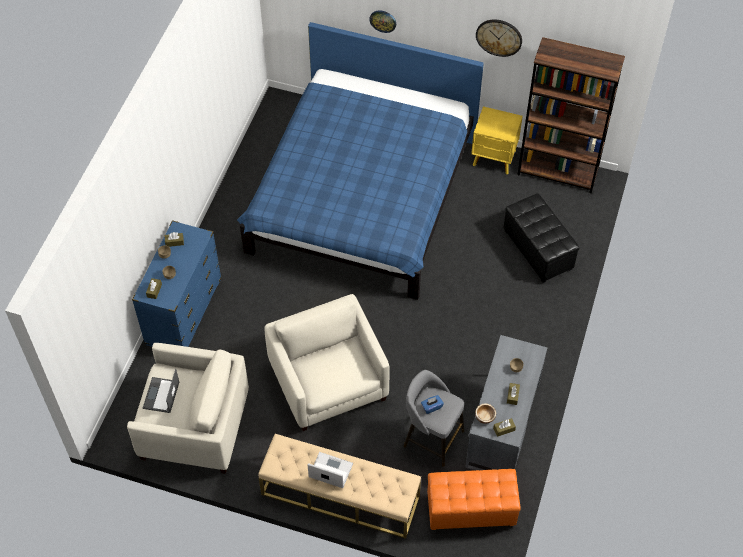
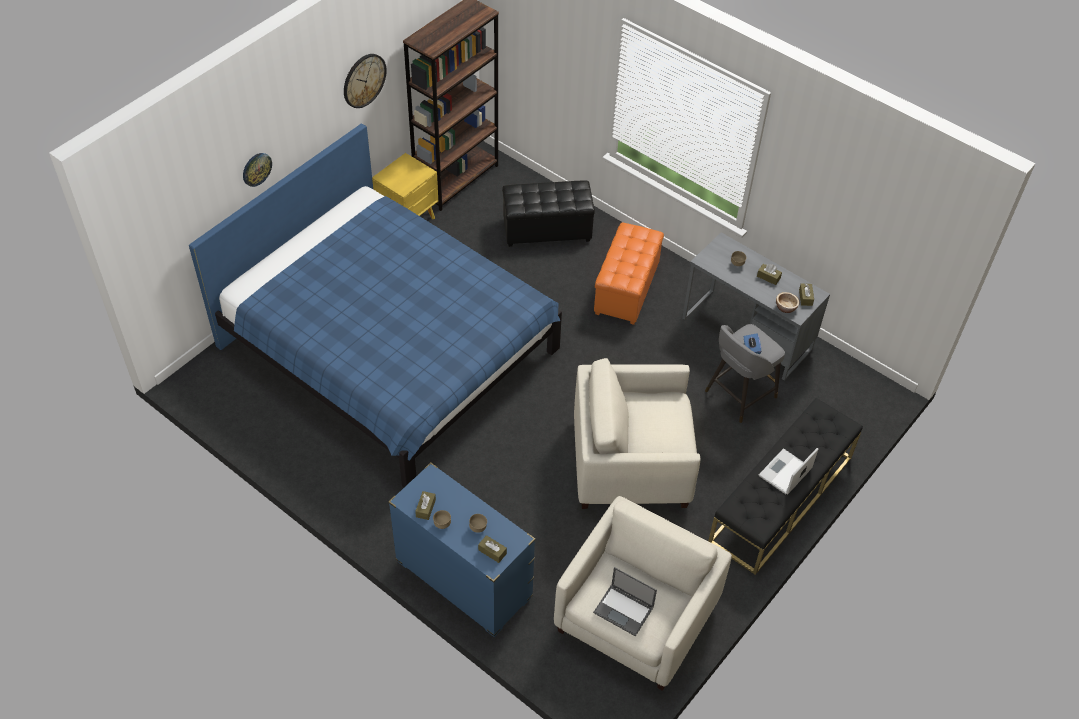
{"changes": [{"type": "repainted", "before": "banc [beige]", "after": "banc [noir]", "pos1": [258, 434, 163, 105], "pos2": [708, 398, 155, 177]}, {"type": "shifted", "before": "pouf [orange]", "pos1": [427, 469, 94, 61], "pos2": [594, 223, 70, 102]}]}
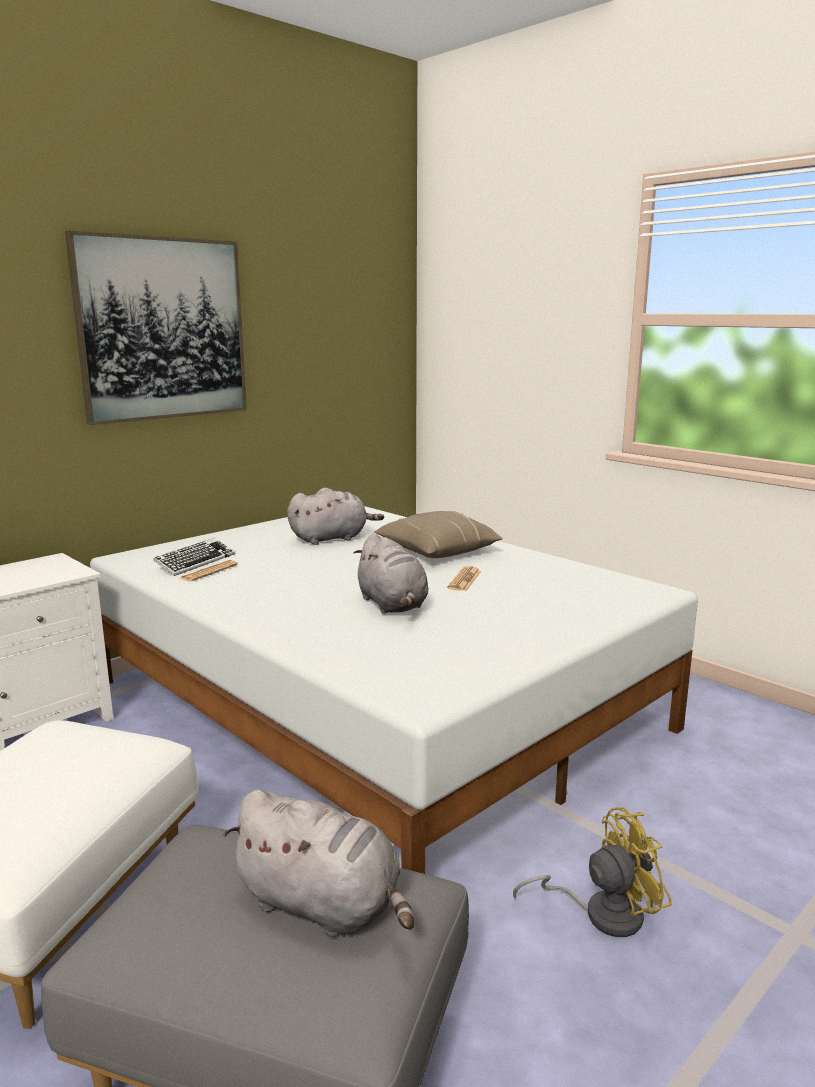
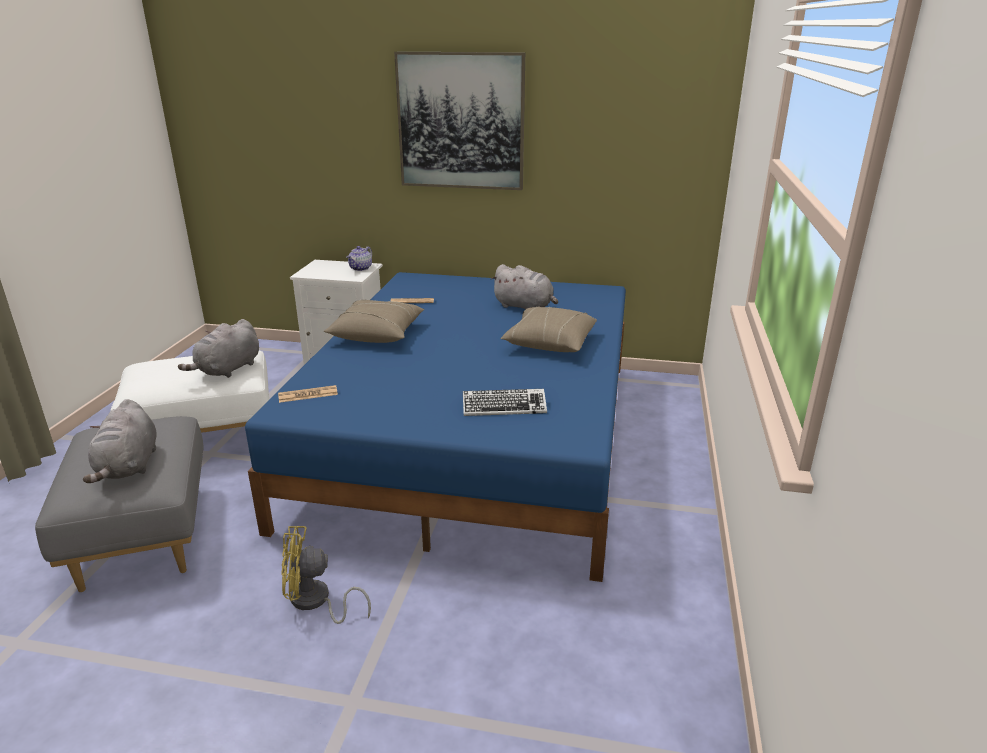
{"changes": [{"type": "repainted", "before": "lit [blanc]", "after": "lit [bleu]", "pos1": [90, 506, 608, 368], "pos2": [245, 272, 381, 310]}, {"type": "shifted", "before": "peluche [gris]", "pos1": [354, 533, 74, 81], "pos2": [178, 319, 81, 59]}, {"type": "shifted", "before": "clavier", "pos1": [153, 538, 82, 38], "pos2": [463, 389, 84, 27]}, {"type": "shifted", "before": "journal", "pos1": [447, 566, 34, 25], "pos2": [278, 385, 60, 18]}, {"type": "rotated", "before": "ventilateur [jaune]", "pos1": [513, 807, 159, 130], "pos2": [281, 526, 90, 98], "turn": 135}, {"type": "new", "after": "théière", "pos2": [346, 246, 26, 25]}, {"type": "new", "after": "coussin [beige]", "pos2": [324, 300, 100, 43]}]}
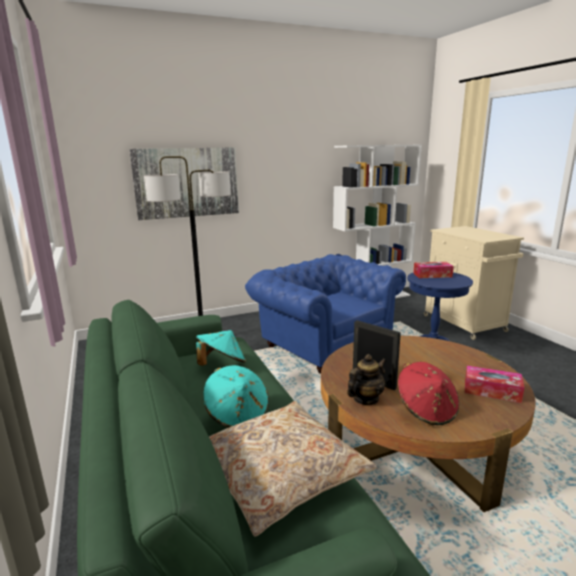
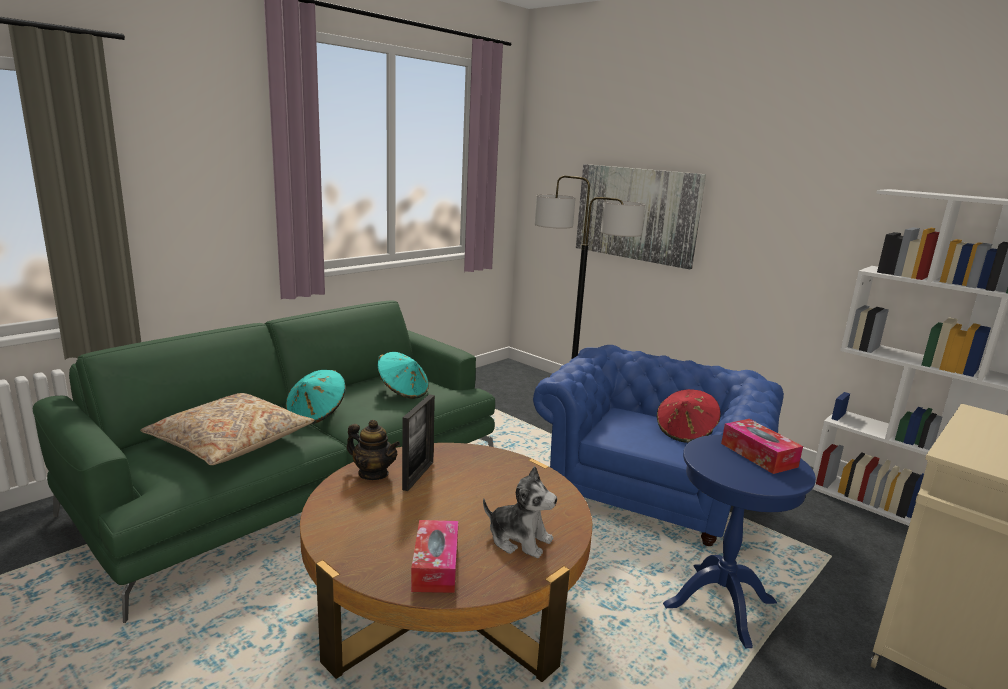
{"changes": [{"type": "shifted", "before": "chapeau [rouge]", "pos1": [398, 362, 61, 63], "pos2": [657, 389, 64, 54]}, {"type": "new", "after": "peluche", "pos2": [483, 466, 74, 92]}]}
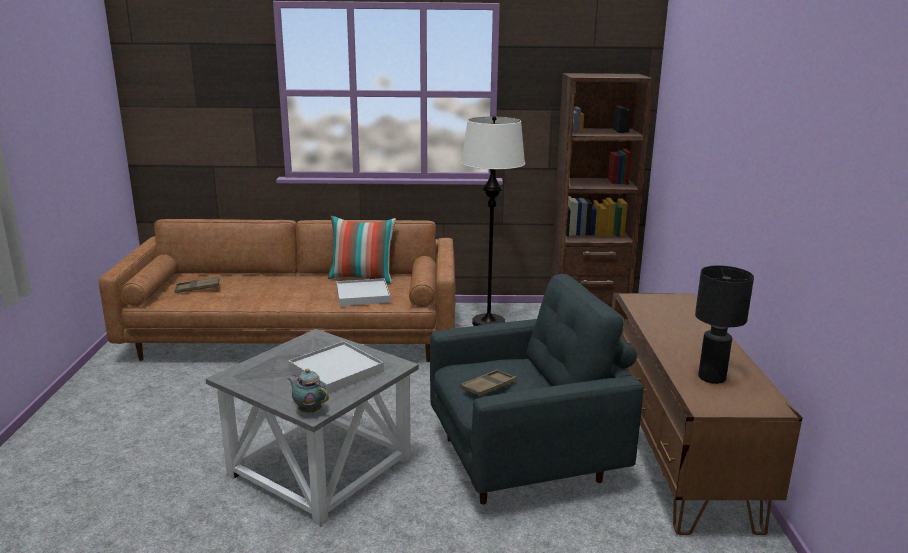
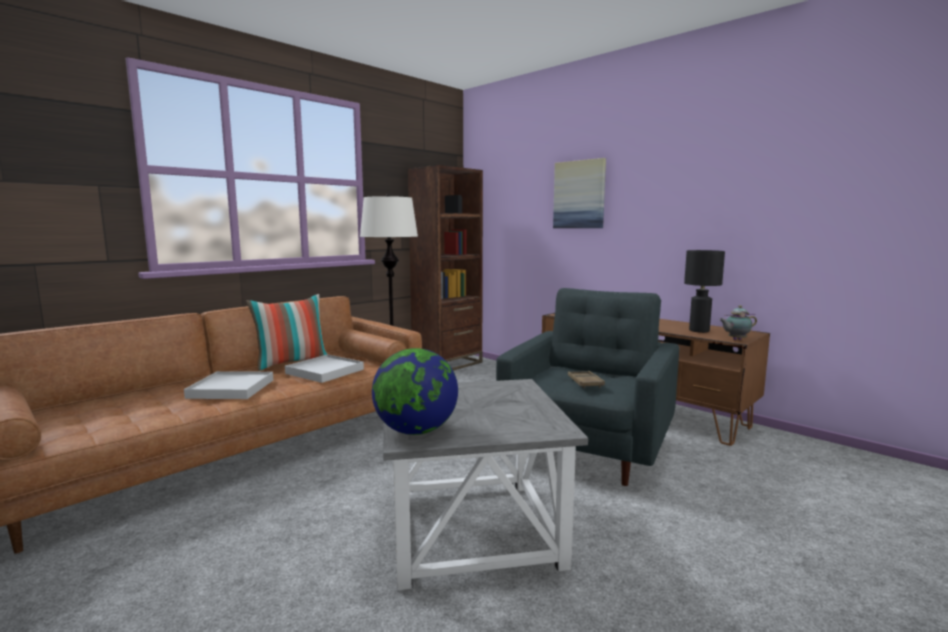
{"changes": [{"type": "gone", "before": "plateau [marron]", "pos1": [174, 277, 46, 16]}, {"type": "shifted", "before": "plateau [blanc]", "pos1": [288, 341, 96, 53], "pos2": [184, 371, 89, 28]}, {"type": "shifted", "before": "théière", "pos1": [288, 369, 41, 44], "pos2": [719, 305, 38, 35]}, {"type": "new", "after": "tableau", "pos2": [553, 158, 53, 70]}, {"type": "new", "after": "globe", "pos2": [372, 348, 86, 87]}]}
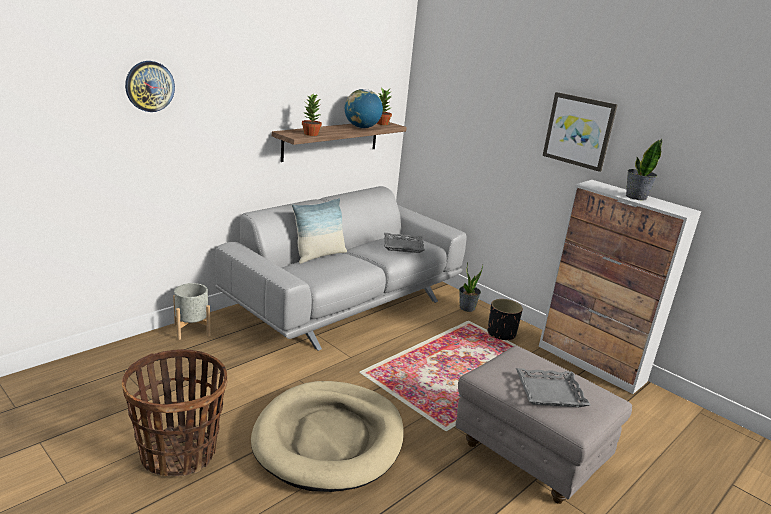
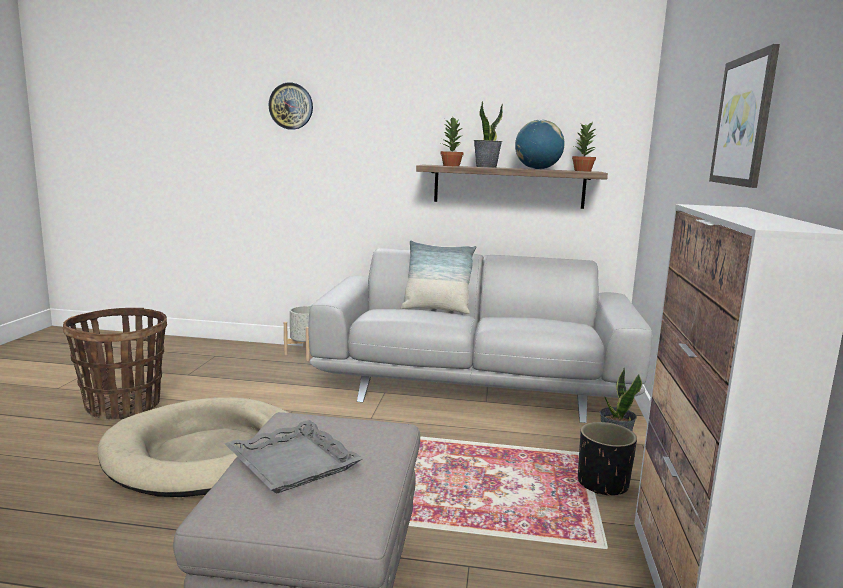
{"changes": [{"type": "shifted", "before": "plante en pot", "pos1": [626, 139, 36, 61], "pos2": [474, 101, 29, 67]}, {"type": "gone", "before": "plateau [gris]", "pos1": [384, 233, 41, 20]}]}
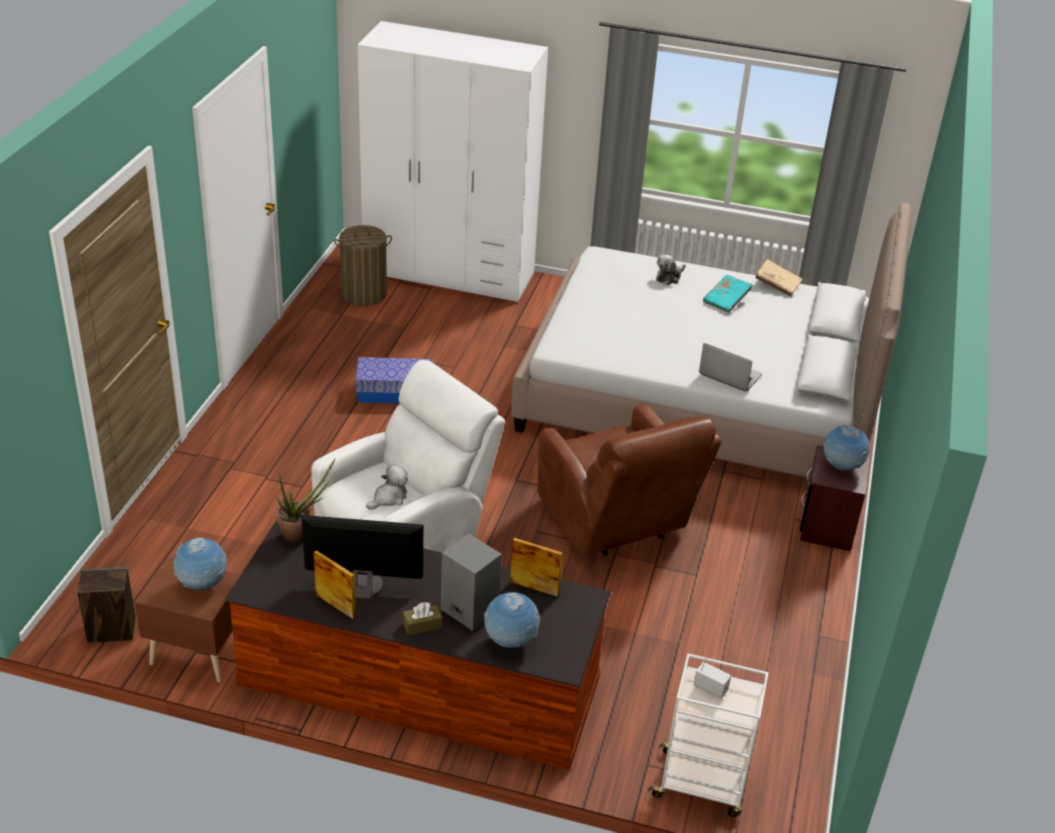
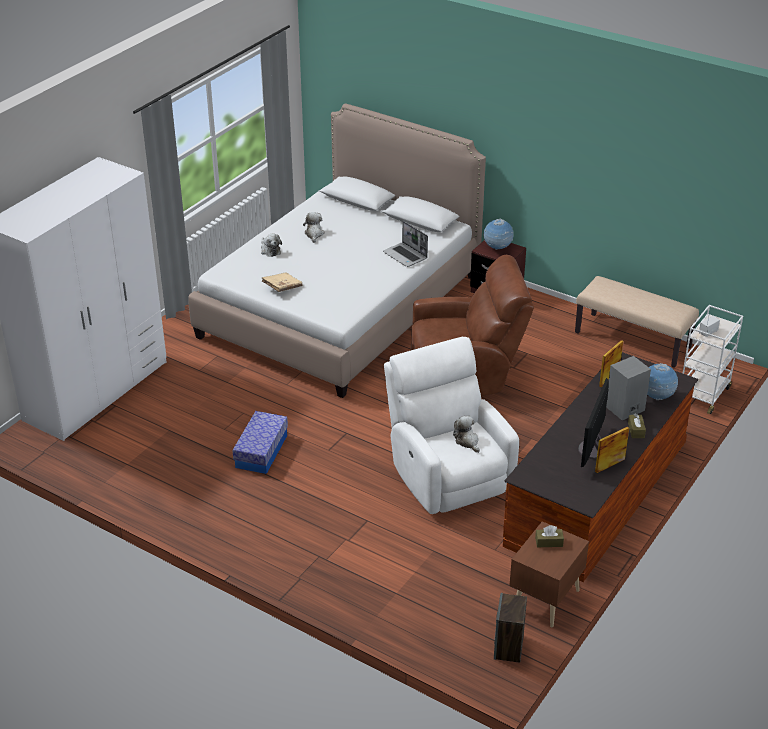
{"changes": [{"type": "gone", "before": "panier à linge", "pos1": [334, 225, 58, 81]}, {"type": "shifted", "before": "livre [beige]", "pos1": [755, 259, 47, 37], "pos2": [261, 272, 42, 20]}, {"type": "swapped", "before": "livre [turquoise]", "after": "peluche", "pos1": [703, 275, 50, 38], "pos2": [303, 212, 22, 31]}, {"type": "rotated", "before": "ordinateur portable", "pos1": [699, 343, 63, 48], "pos2": [383, 221, 45, 46], "turn": -90}, {"type": "gone", "before": "plante en pot", "pos1": [276, 459, 59, 85]}, {"type": "swapped", "before": "globe", "after": "boîte à mouchoirs [marron]", "pos1": [174, 538, 53, 52], "pos2": [535, 525, 29, 22]}, {"type": "new", "after": "banc [beige]", "pos2": [575, 276, 124, 92]}]}
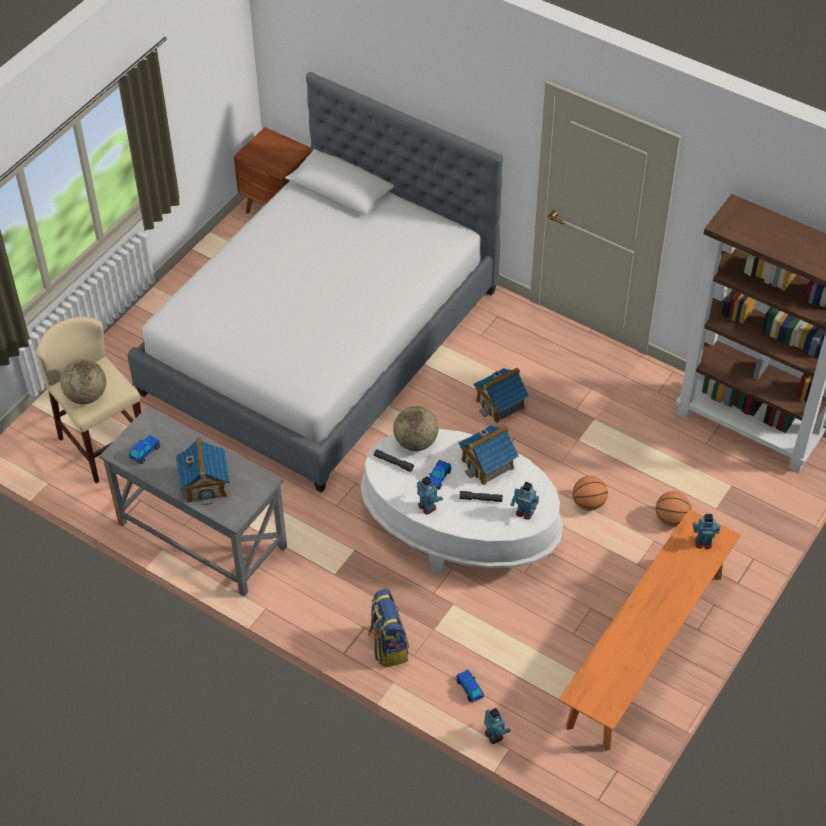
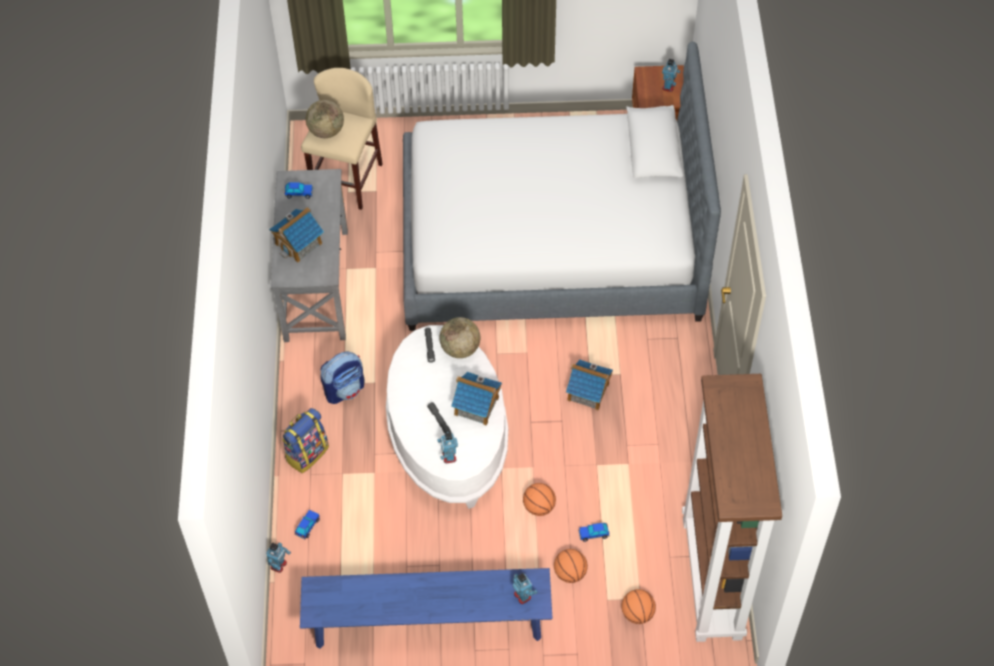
{"changes": [{"type": "shifted", "before": "petite voiture", "pos1": [429, 460, 22, 30], "pos2": [578, 523, 32, 19]}, {"type": "shifted", "before": "robot jouet", "pos1": [417, 476, 26, 39], "pos2": [662, 59, 19, 33]}, {"type": "repainted", "before": "banc [orange]", "after": "banc [bleu]", "pos1": [559, 509, 182, 242], "pos2": [300, 568, 252, 81]}, {"type": "new", "after": "sac à dos", "pos2": [321, 351, 43, 53]}, {"type": "new", "after": "ballon de basket", "pos2": [621, 589, 35, 35]}]}
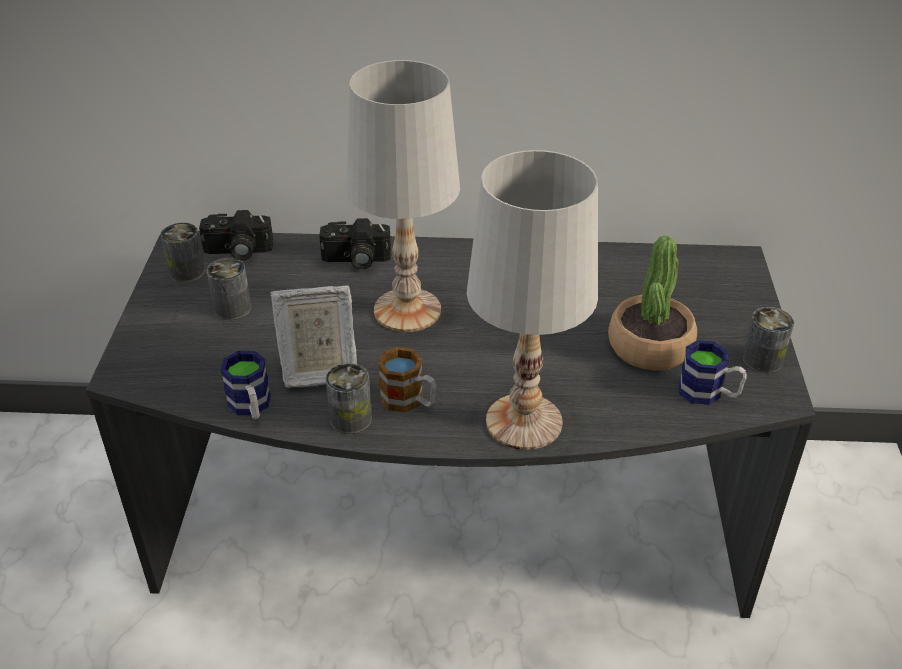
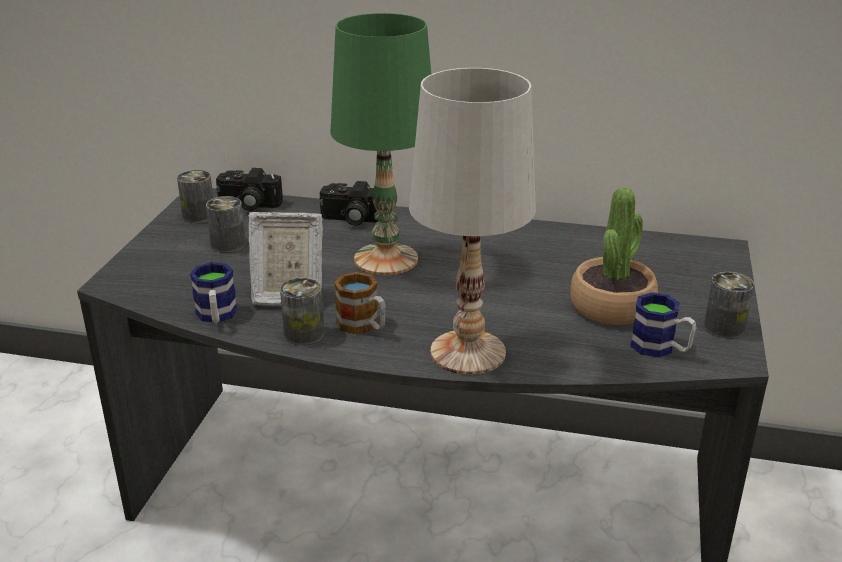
{"changes": [{"type": "repainted", "before": "lampe de table [blanc]", "after": "lampe de table [vert]", "pos1": [346, 60, 114, 272], "pos2": [330, 13, 101, 262]}]}
